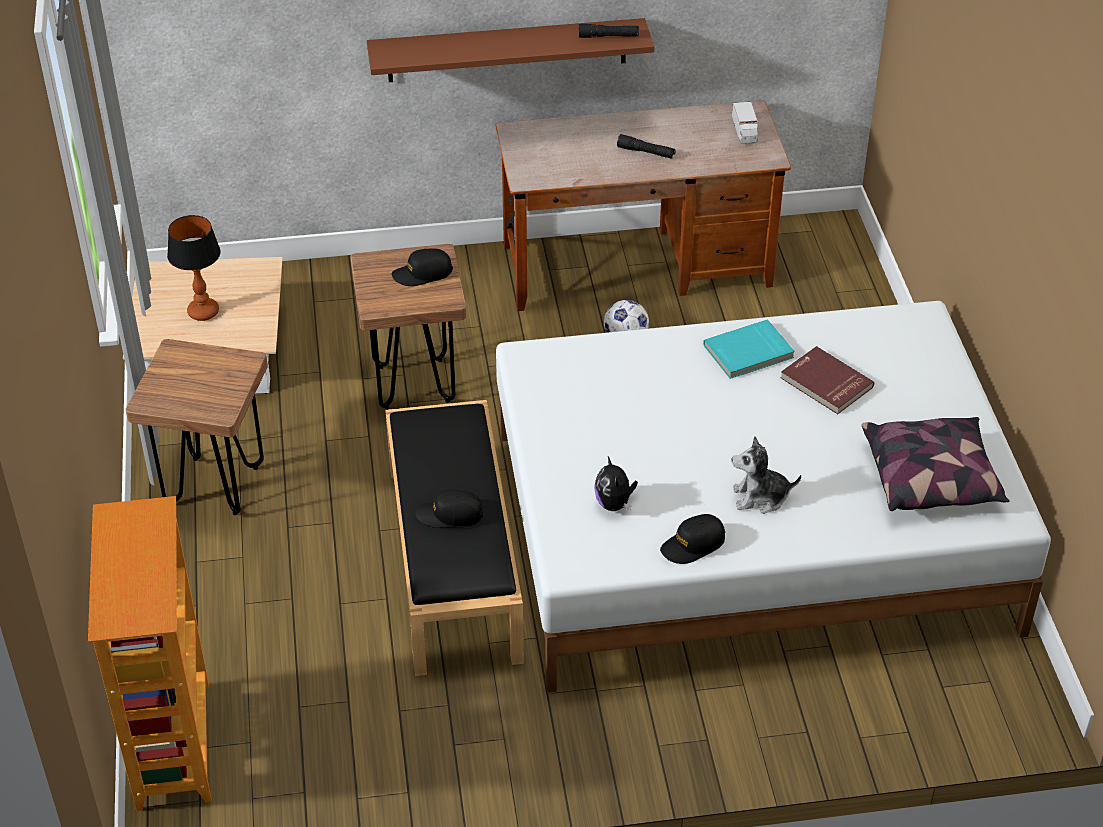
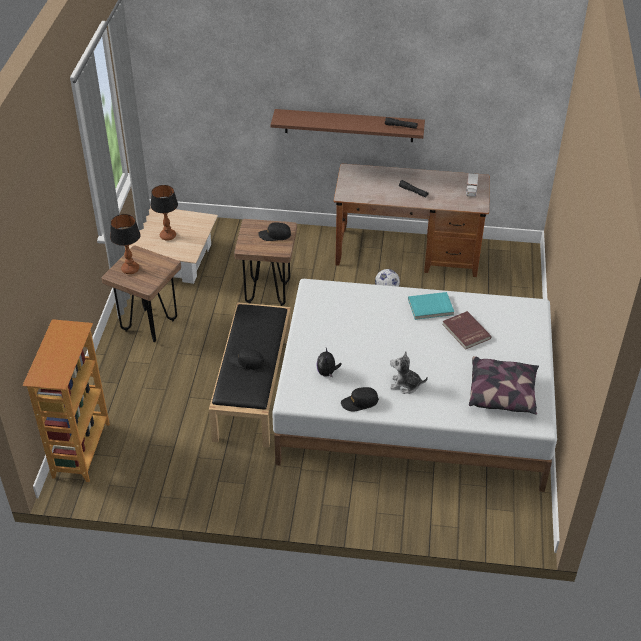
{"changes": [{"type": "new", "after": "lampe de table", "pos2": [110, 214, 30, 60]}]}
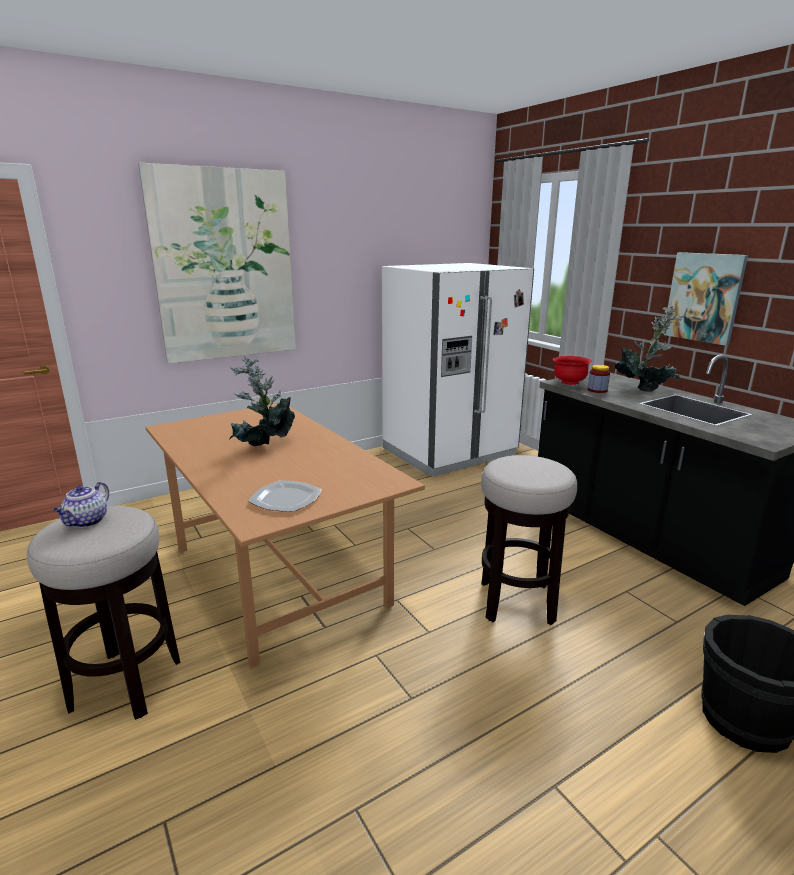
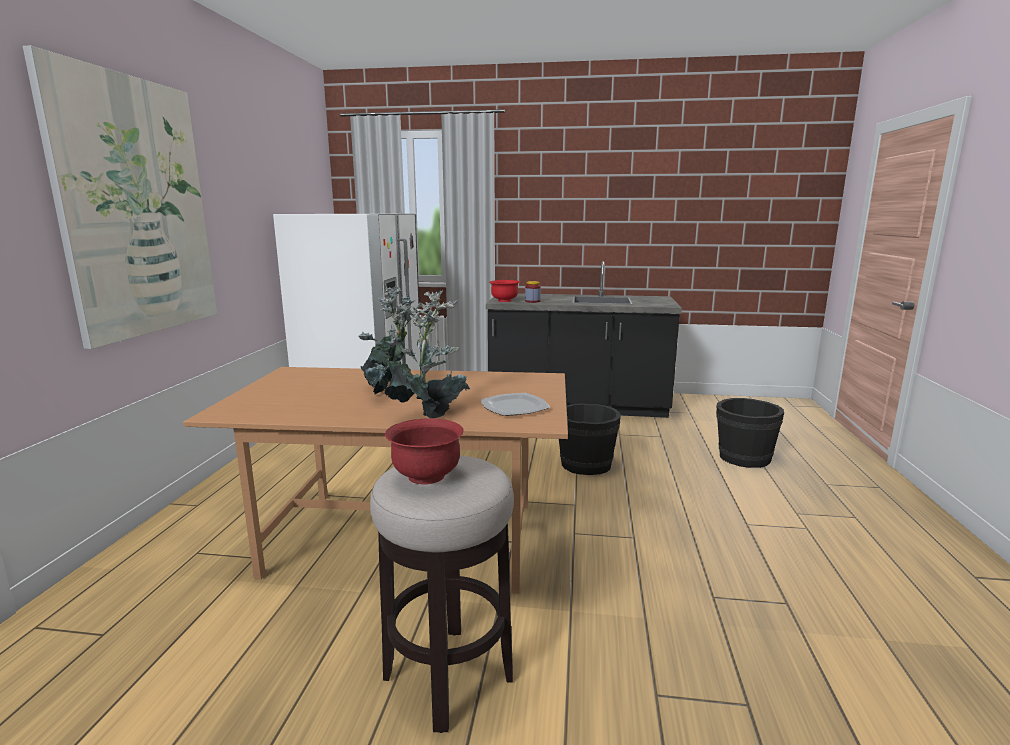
{"changes": [{"type": "gone", "before": "tableau", "pos1": [664, 252, 84, 94]}, {"type": "shifted", "before": "plante en pot", "pos1": [614, 307, 71, 85], "pos2": [385, 290, 85, 128]}, {"type": "swapped", "before": "tabouret", "after": "seau [noir]", "pos1": [481, 455, 96, 170], "pos2": [559, 404, 62, 71]}, {"type": "swapped", "before": "théière", "after": "bol [rouge]", "pos1": [53, 482, 56, 46], "pos2": [385, 418, 79, 67]}]}
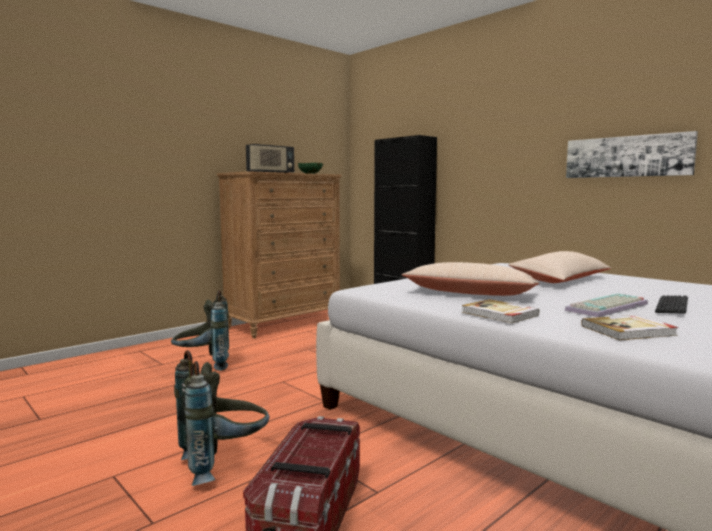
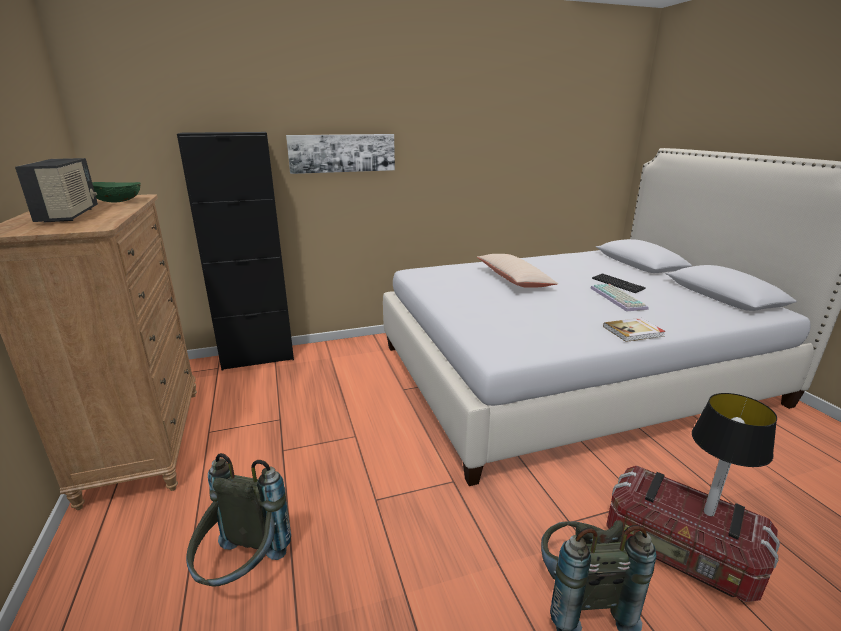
{"changes": [{"type": "shifted", "before": "tableau", "pos1": [566, 131, 132, 47], "pos2": [286, 134, 109, 40]}, {"type": "gone", "before": "coussin [beige]", "pos1": [401, 262, 139, 34]}, {"type": "gone", "before": "livre", "pos1": [581, 315, 97, 25]}, {"type": "new", "after": "lampe de table", "pos2": [692, 393, 85, 123]}]}
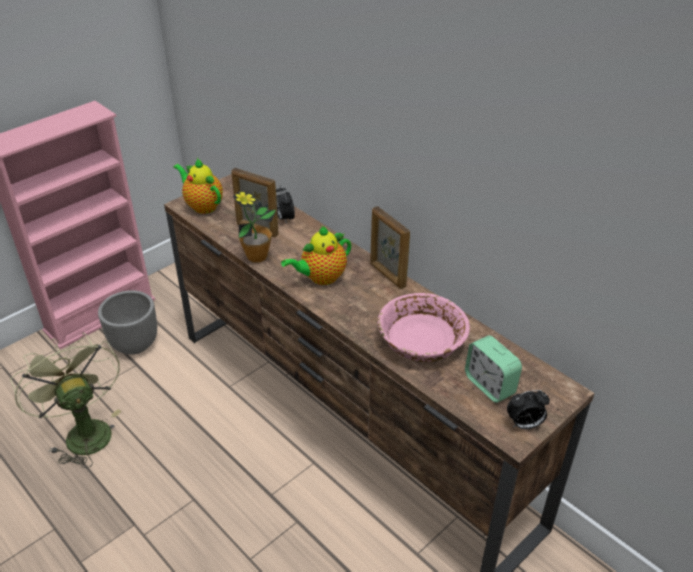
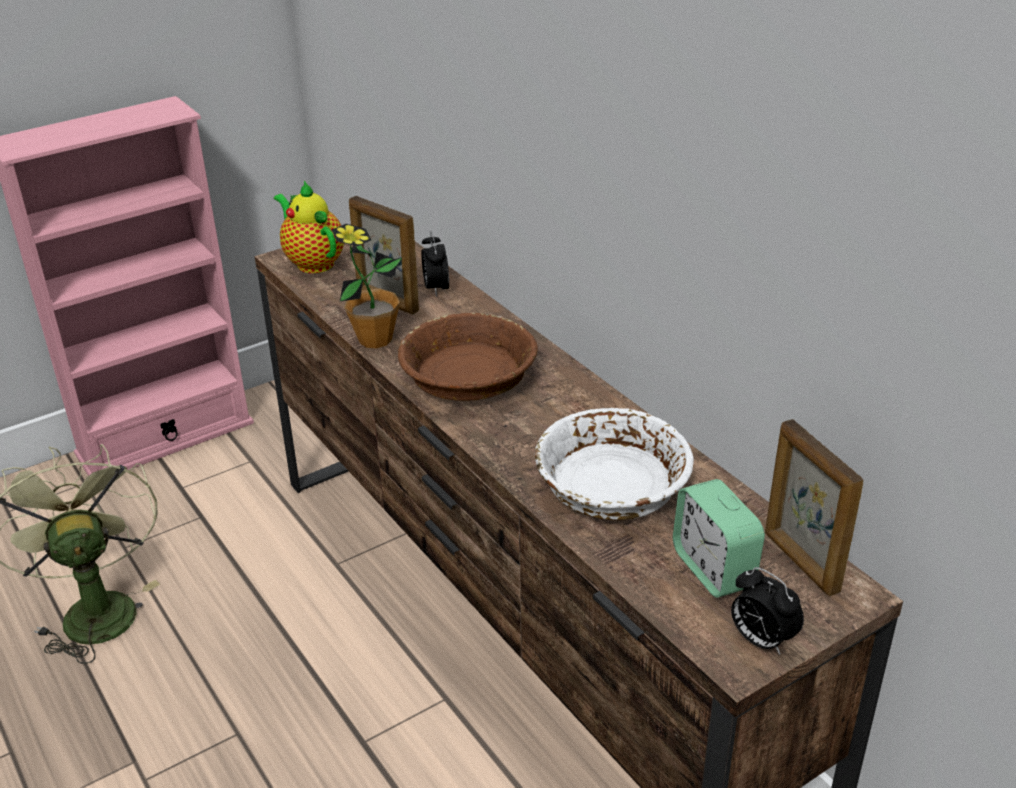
{"changes": [{"type": "shifted", "before": "cadre photo", "pos1": [370, 206, 40, 83], "pos2": [765, 419, 99, 177]}, {"type": "swapped", "before": "théière", "after": "bol [marron]", "pos1": [281, 226, 70, 59], "pos2": [398, 313, 140, 88]}, {"type": "gone", "before": "cache-pot [gris]", "pos1": [98, 290, 59, 65]}, {"type": "repainted", "before": "bol [rose]", "after": "bol [blanc]", "pos1": [378, 293, 92, 69], "pos2": [535, 408, 159, 112]}, {"type": "rotated", "before": "réveil", "pos1": [507, 390, 43, 39], "pos2": [731, 567, 73, 88], "turn": 45}]}
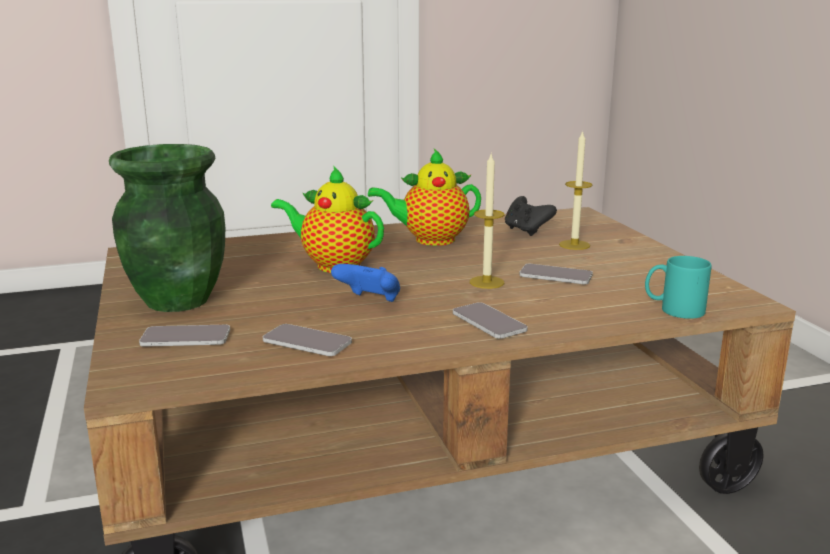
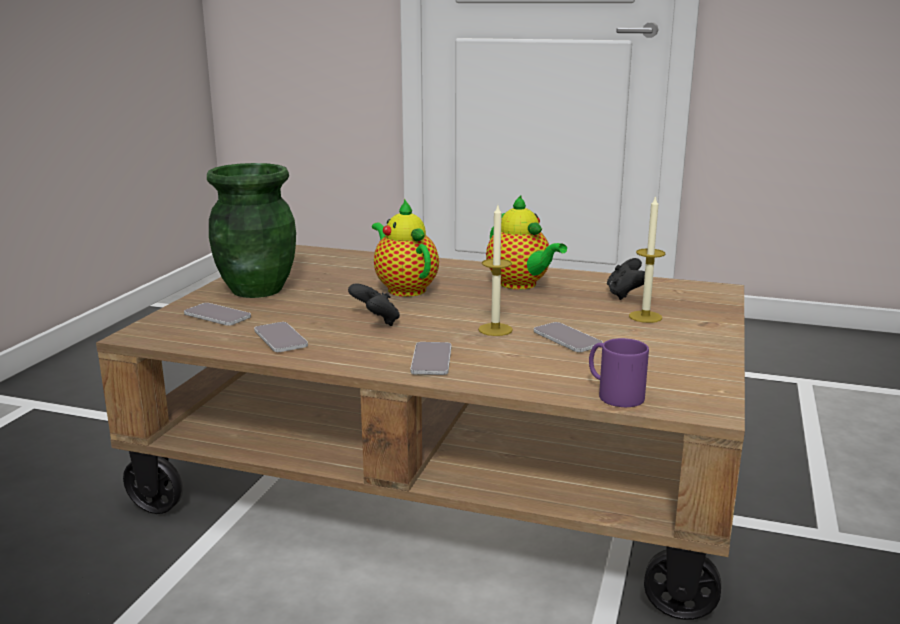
{"changes": [{"type": "rotated", "before": "théière", "pos1": [368, 149, 113, 97], "pos2": [486, 196, 81, 93], "turn": -150}, {"type": "repainted", "before": "mug [turquoise]", "after": "mug [violet]", "pos1": [645, 256, 67, 63], "pos2": [589, 338, 60, 69]}, {"type": "repainted", "before": "manette [bleu]", "after": "manette [noir]", "pos1": [331, 264, 69, 38], "pos2": [348, 283, 52, 43]}]}
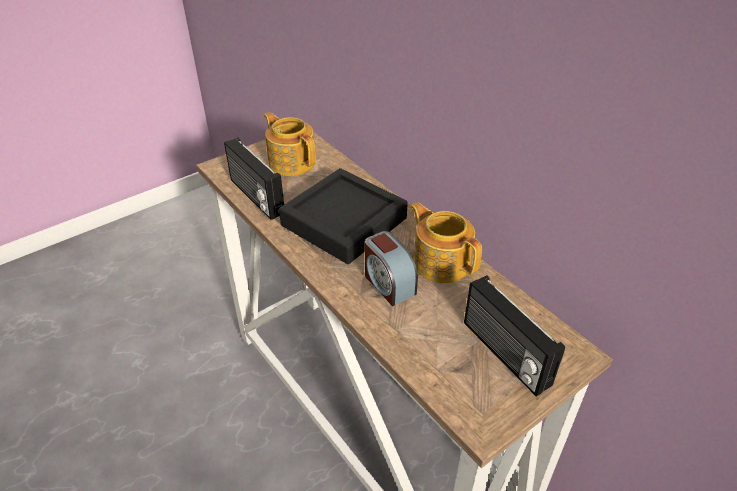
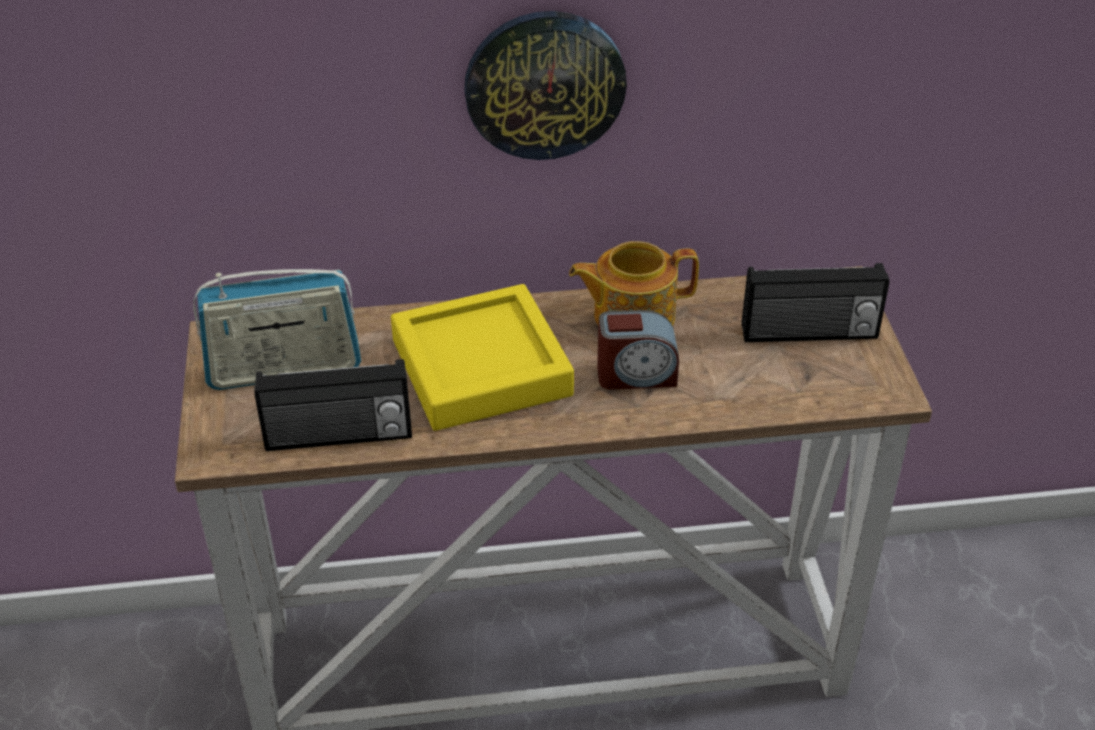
{"changes": [{"type": "swapped", "before": "théière", "after": "radio", "pos1": [264, 112, 52, 64], "pos2": [193, 269, 168, 121]}, {"type": "repainted", "before": "plateau [noir]", "after": "plateau [jaune]", "pos1": [279, 168, 129, 96], "pos2": [391, 284, 183, 147]}, {"type": "new", "after": "horloge murale", "pos2": [464, 11, 163, 149]}]}
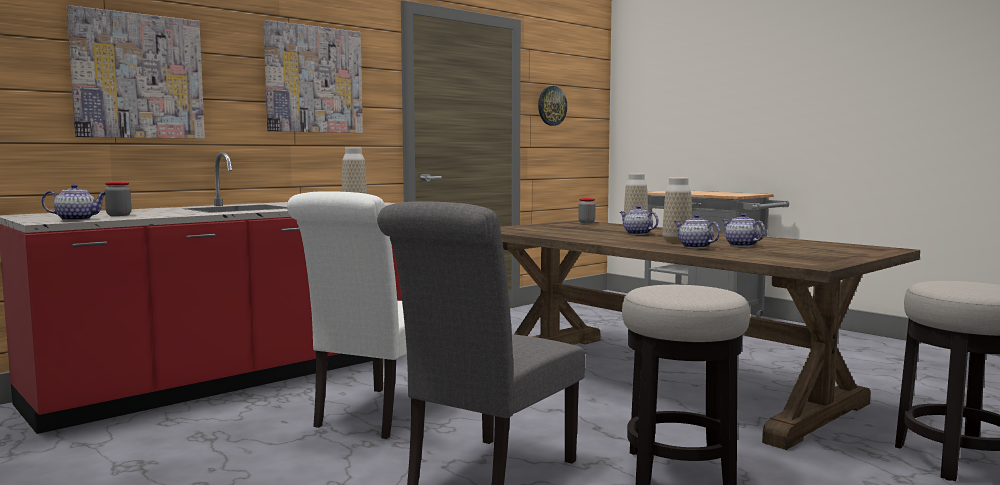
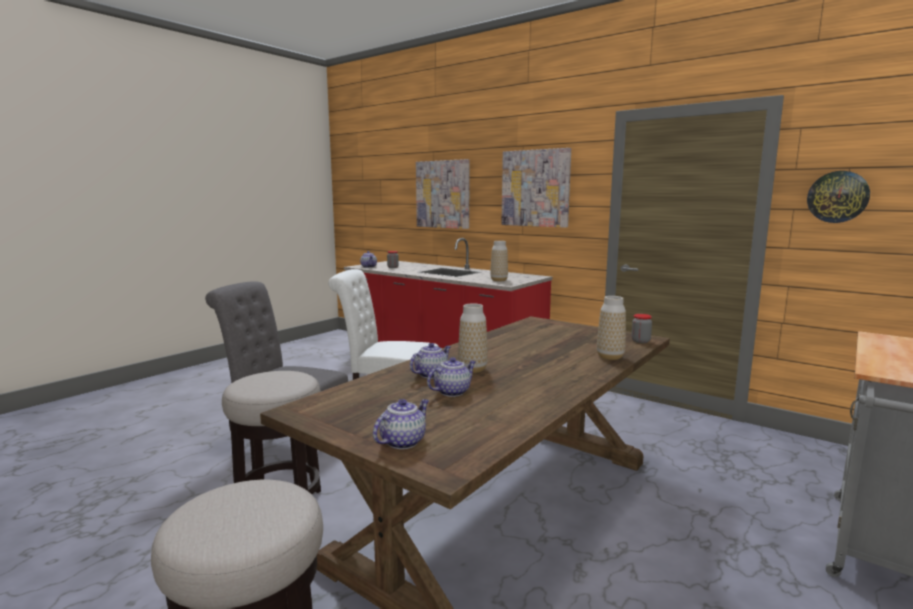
{"changes": [{"type": "shifted", "before": "théière", "pos1": [620, 206, 38, 29], "pos2": [373, 399, 56, 50]}]}
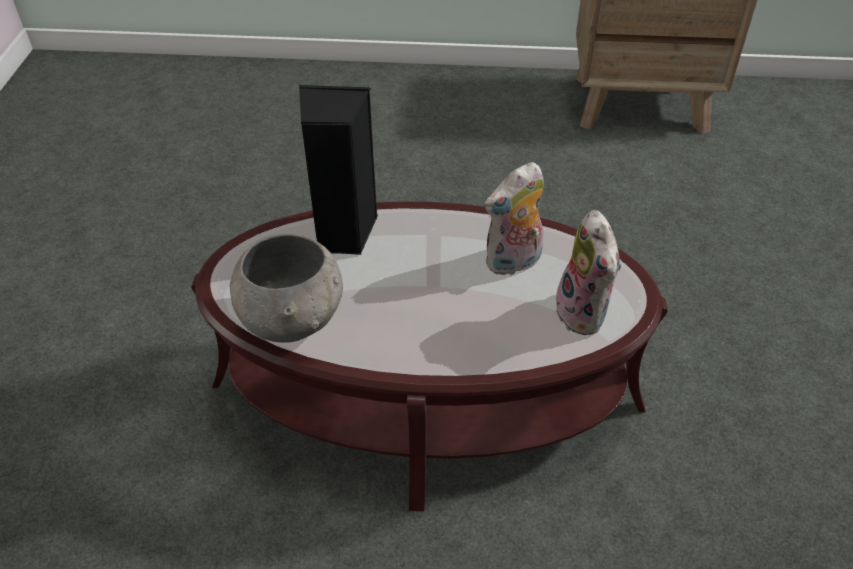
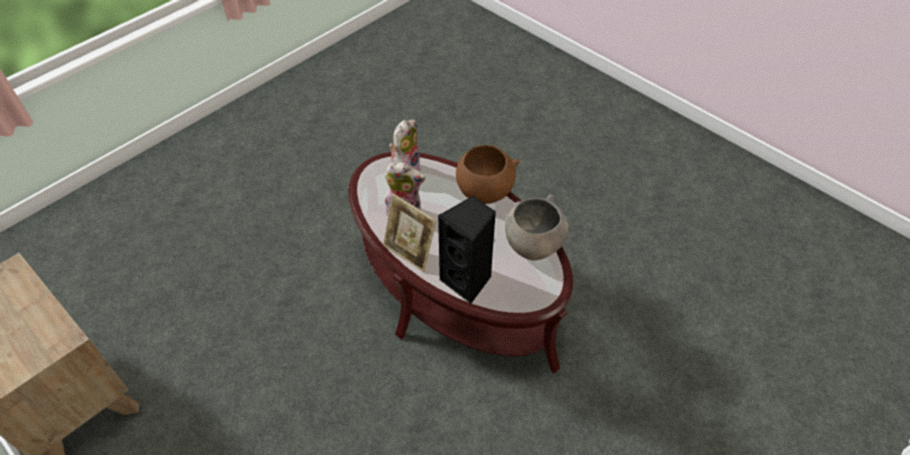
{"changes": [{"type": "new", "after": "bol [marron]", "pos2": [456, 145, 64, 59]}, {"type": "new", "after": "cadre photo", "pos2": [383, 194, 53, 78]}]}
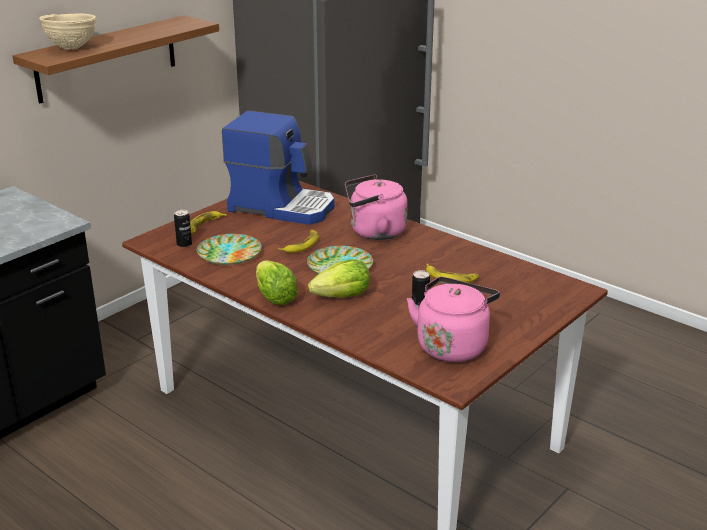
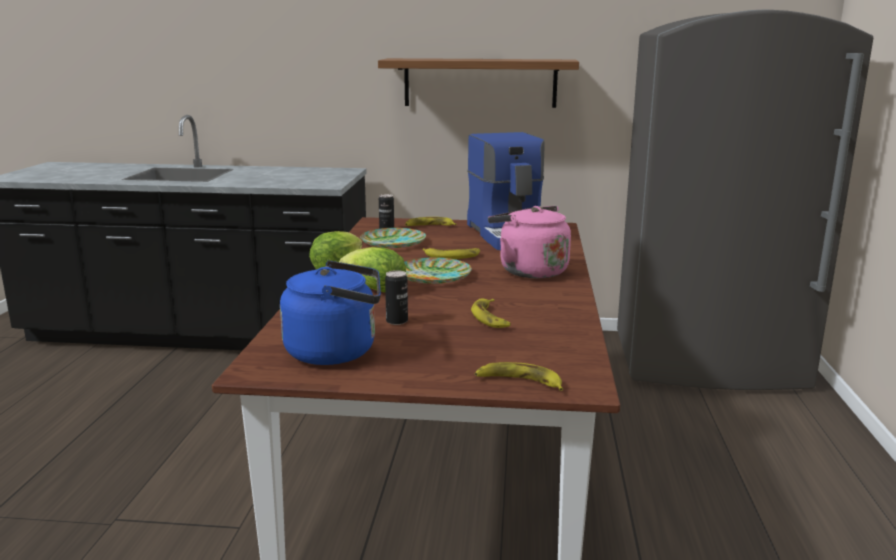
{"changes": [{"type": "gone", "before": "bol [beige]", "pos1": [39, 13, 57, 37]}, {"type": "repainted", "before": "bouilloire [rose]", "after": "bouilloire [bleu]", "pos1": [407, 277, 93, 85], "pos2": [280, 261, 101, 104]}, {"type": "new", "after": "banane", "pos2": [475, 362, 88, 29]}]}
